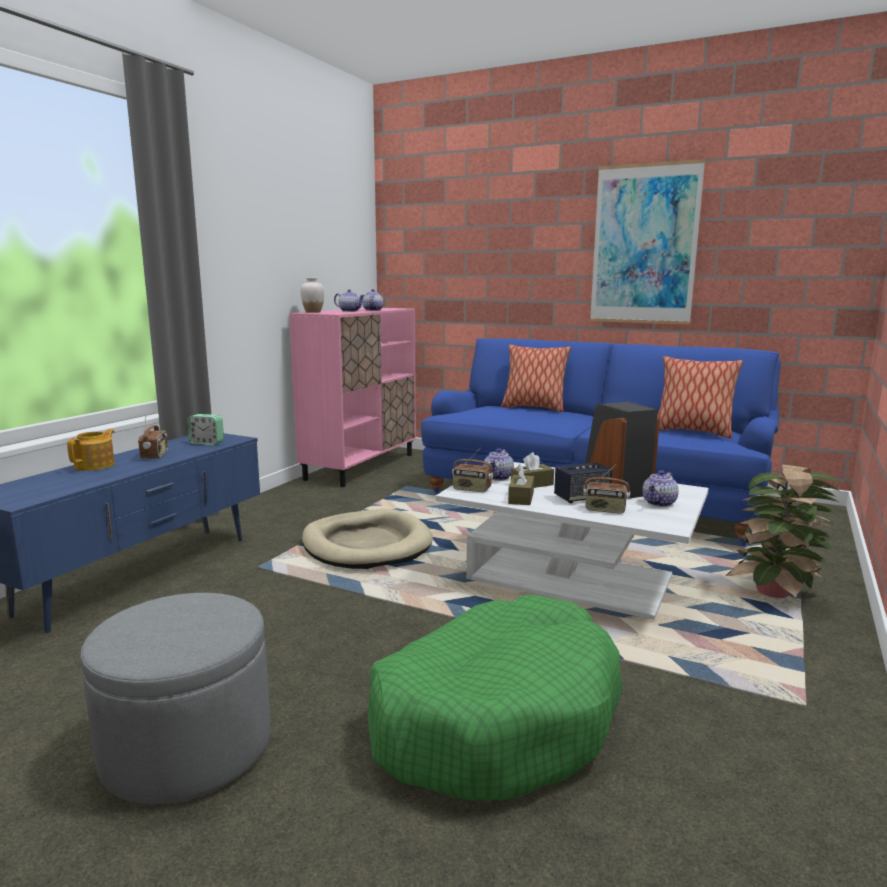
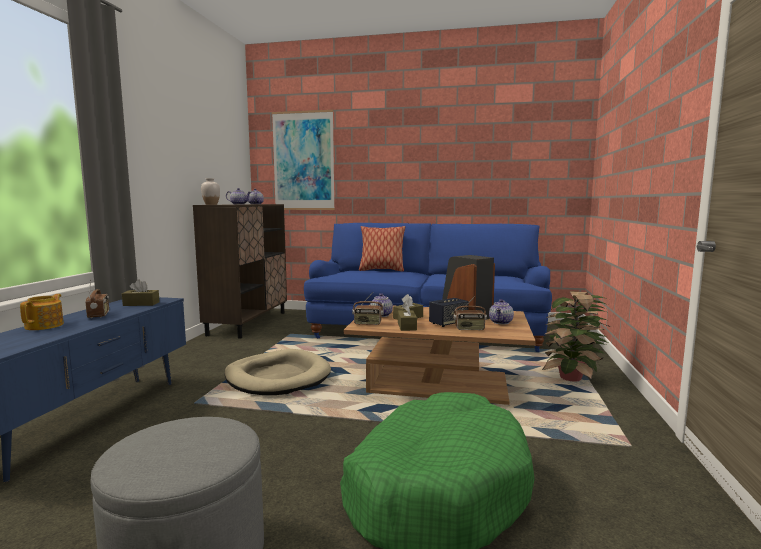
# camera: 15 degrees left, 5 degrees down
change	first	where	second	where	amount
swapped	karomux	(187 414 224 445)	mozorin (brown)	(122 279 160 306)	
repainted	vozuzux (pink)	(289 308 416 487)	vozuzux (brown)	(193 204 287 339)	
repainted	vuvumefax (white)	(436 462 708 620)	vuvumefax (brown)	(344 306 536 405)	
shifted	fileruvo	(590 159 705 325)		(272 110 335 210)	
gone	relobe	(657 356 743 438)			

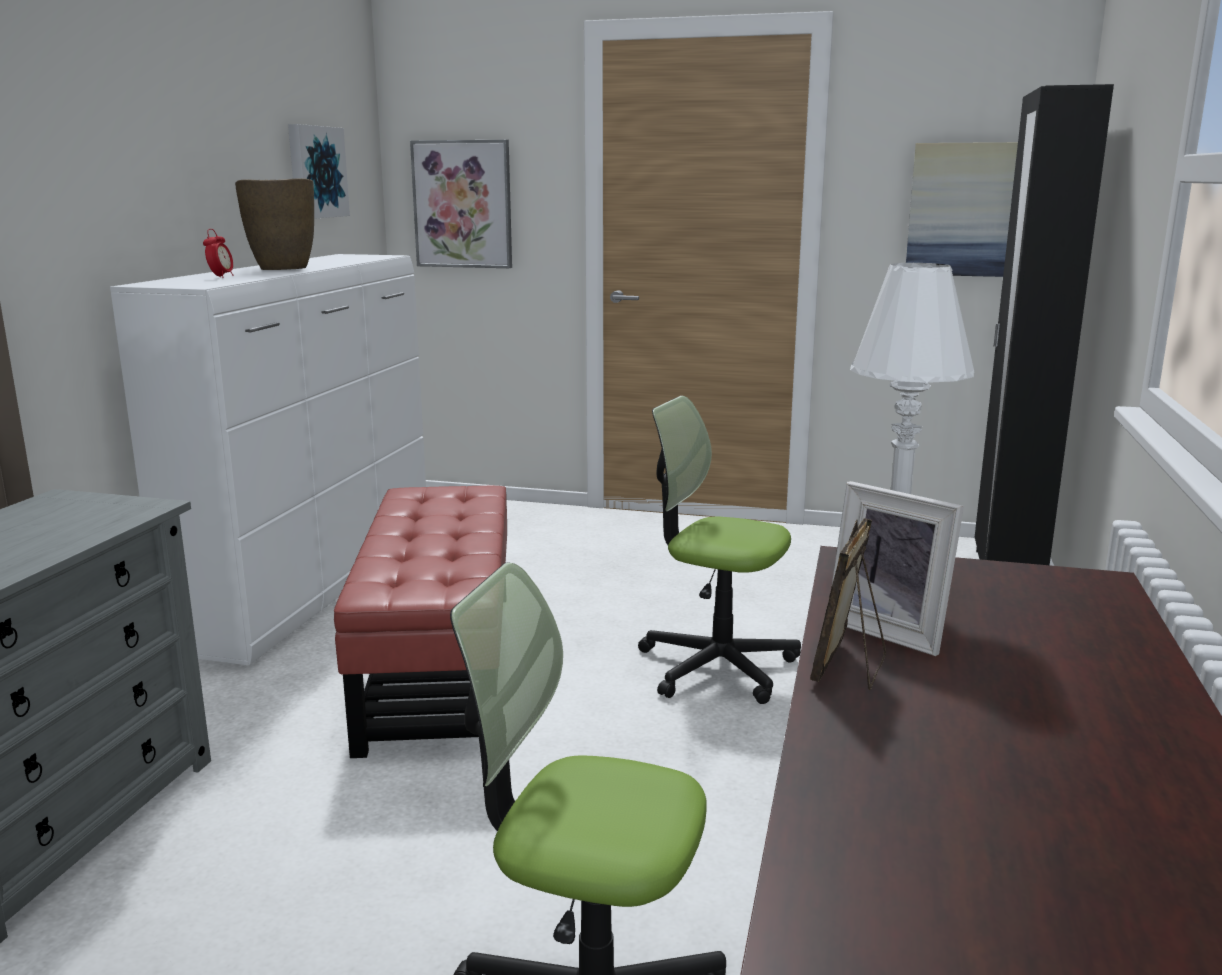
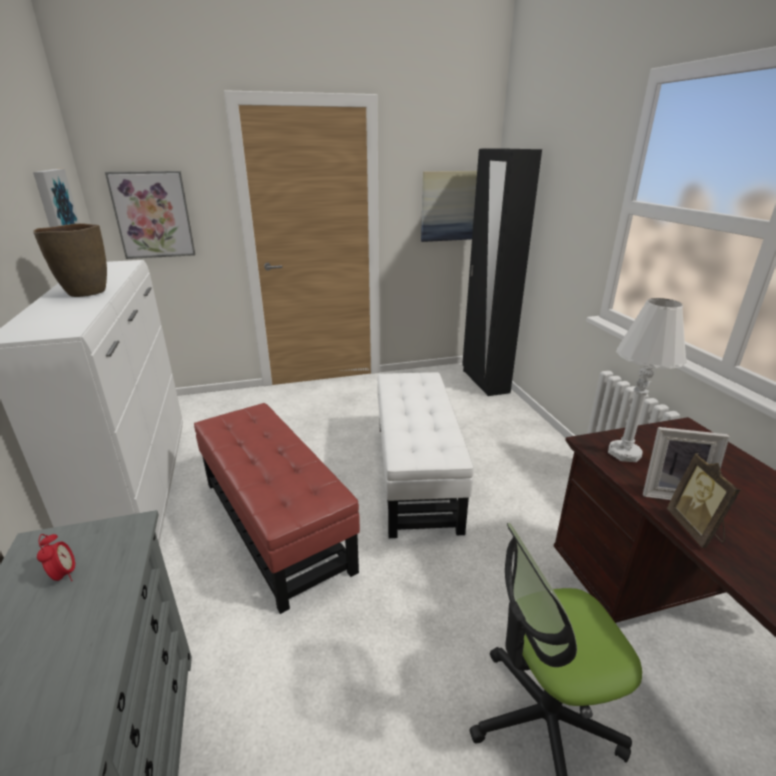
# camera: 30 degrees left, 10 degrees up
change	first	where	second	where	amount
shifted	karomux	(203 229 234 278)		(37 534 76 581)	
swapped	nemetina	(638 396 801 704)	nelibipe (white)	(378 372 474 538)	

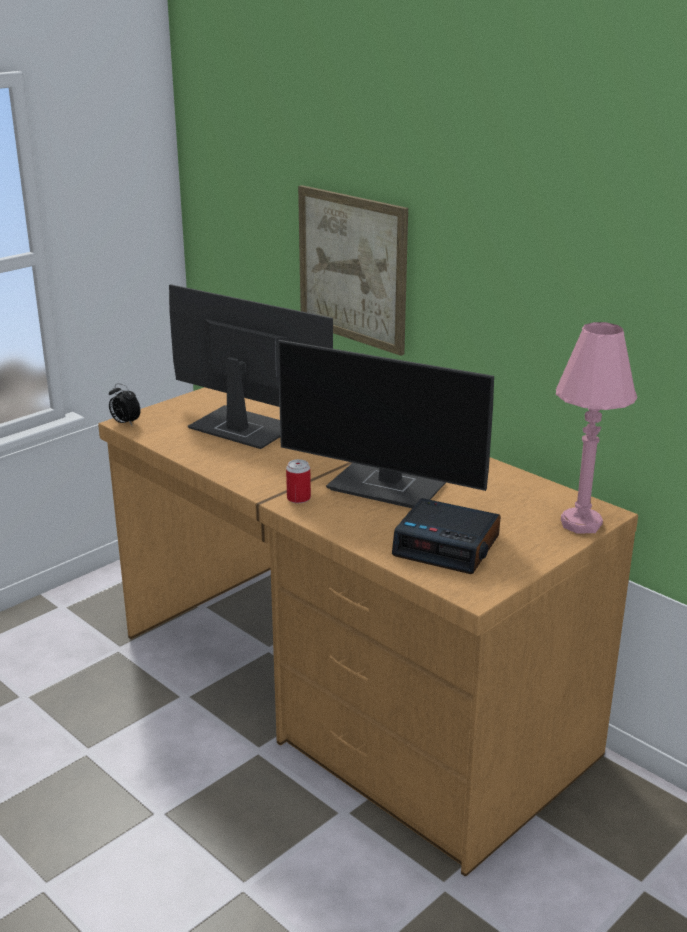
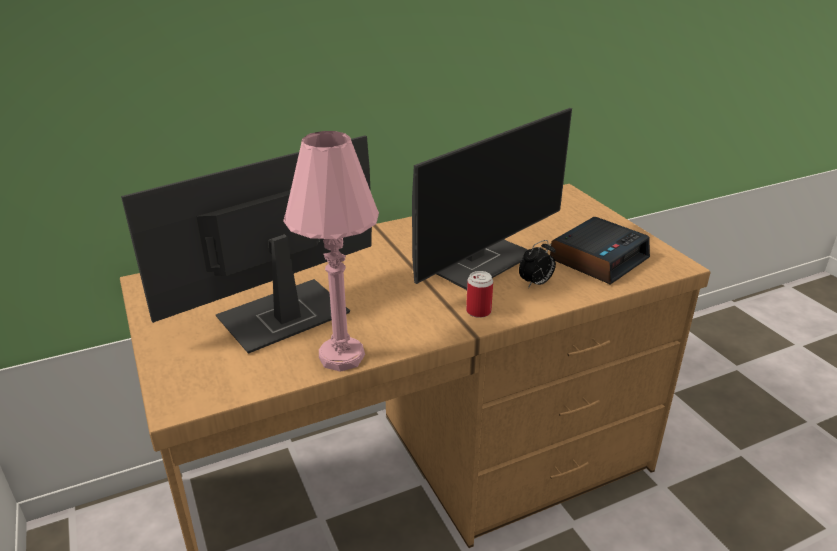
# camera: 70 degrees left, 5 degrees up
change	first	where	second	where	amount
shifted	karomux	(109 383 141 425)		(519 240 556 288)	
gone	fileruvo	(298 185 408 356)			
shifted	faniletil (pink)	(556 322 637 534)		(283 131 379 372)	

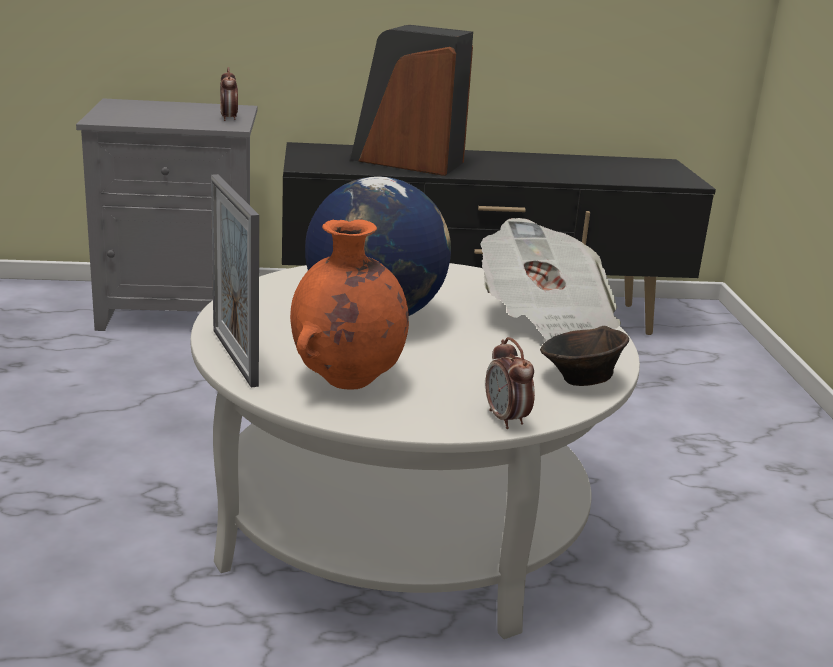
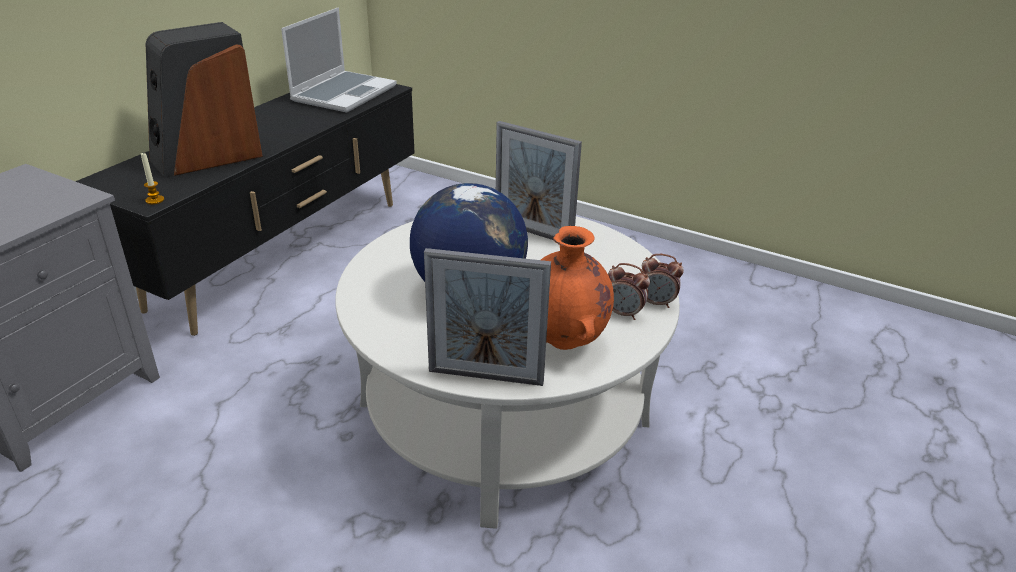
# camera: 55 degrees left, 10 degrees up
change	first	where	second	where	amount
shifted	karomux	(220 67 238 121)		(608 263 650 320)	
swapped	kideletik	(480 218 621 341)	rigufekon	(496 121 582 240)	
gone	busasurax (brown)	(540 326 629 386)			
new			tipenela	(141 153 164 204)	
new			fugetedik	(281 7 396 113)	

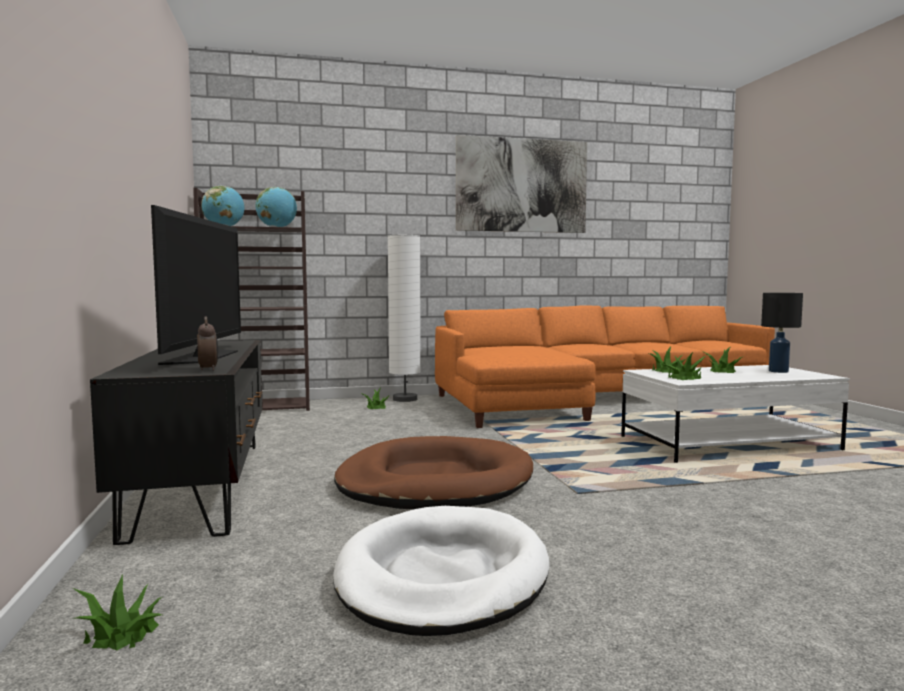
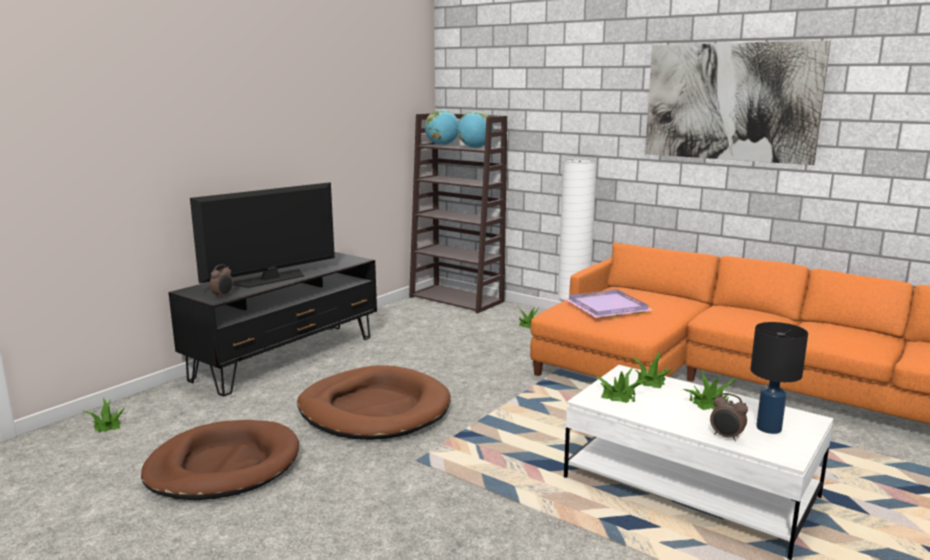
# camera: 50 degrees right, 10 degrees up
change	first	where	second	where	amount
repainted	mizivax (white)	(333 506 550 636)	mizivax (brown)	(141 420 299 500)	
new			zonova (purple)	(564 290 653 318)	
new			karomux	(710 393 748 441)	

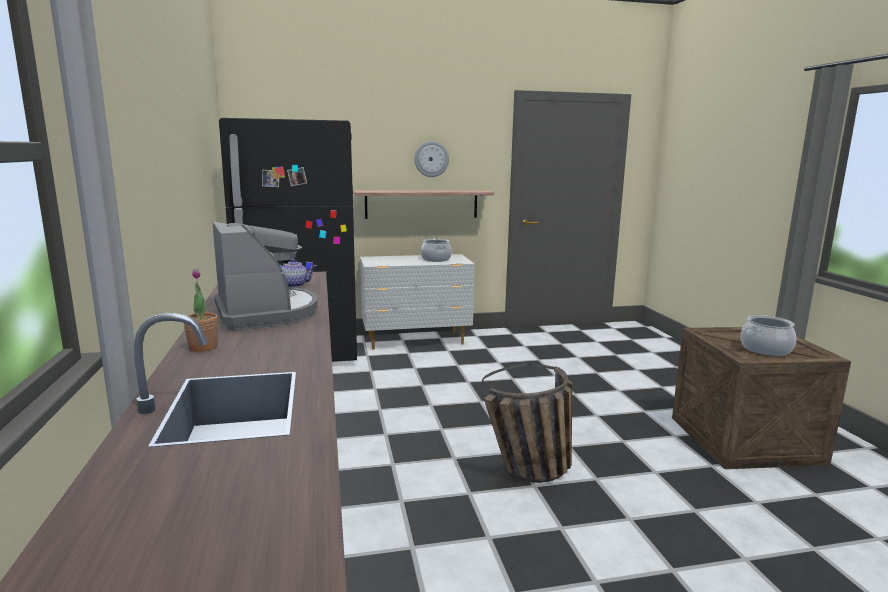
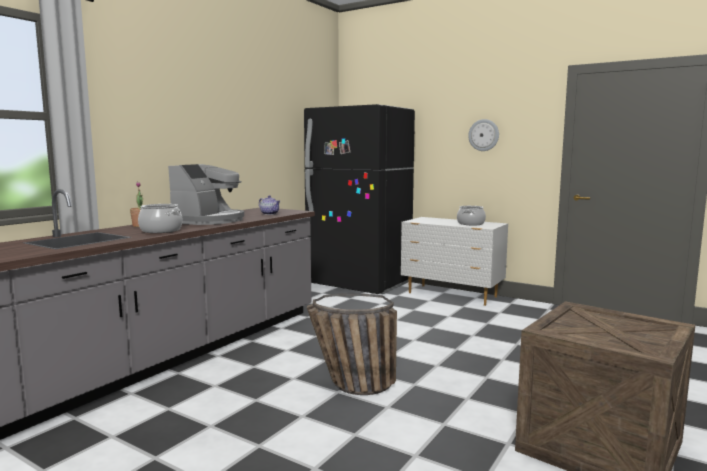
# camera: 45 degrees right, 5 degrees down
change	first	where	second	where	amount
gone	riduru	(354 190 494 219)			
shifted	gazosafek	(740 315 796 356)		(138 204 183 233)	

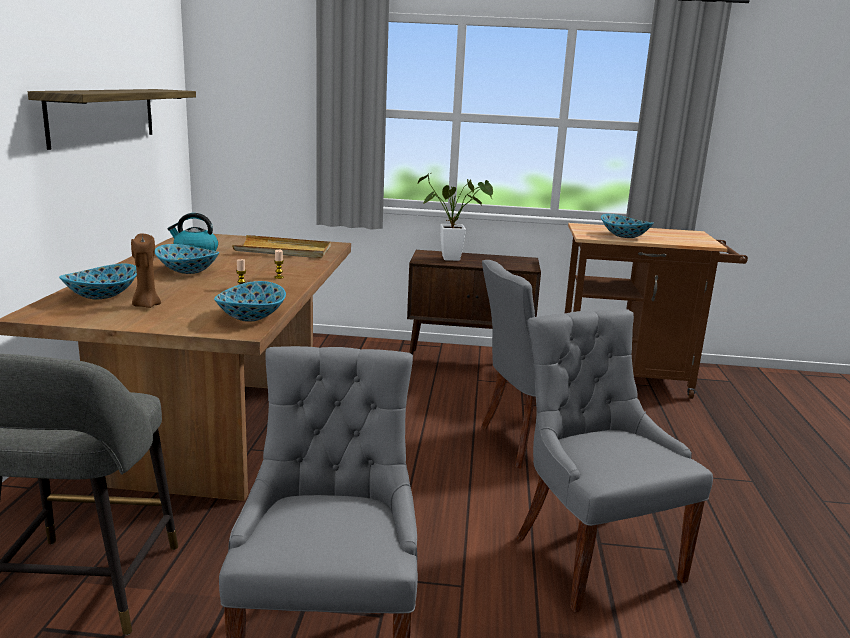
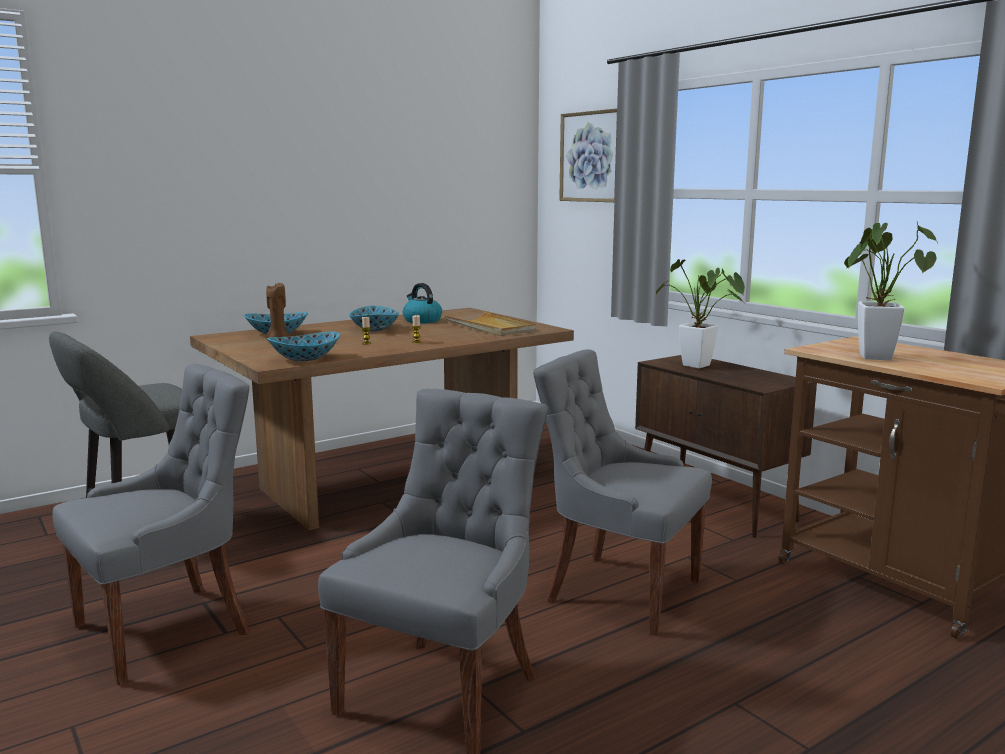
# camera: 50 degrees right, 5 degrees down
change	first	where	second	where	amount
gone	riduru	(28 89 196 150)			
swapped	busasurax	(601 214 654 238)	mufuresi	(844 222 937 360)	
new			fileruvo	(559 108 617 202)	

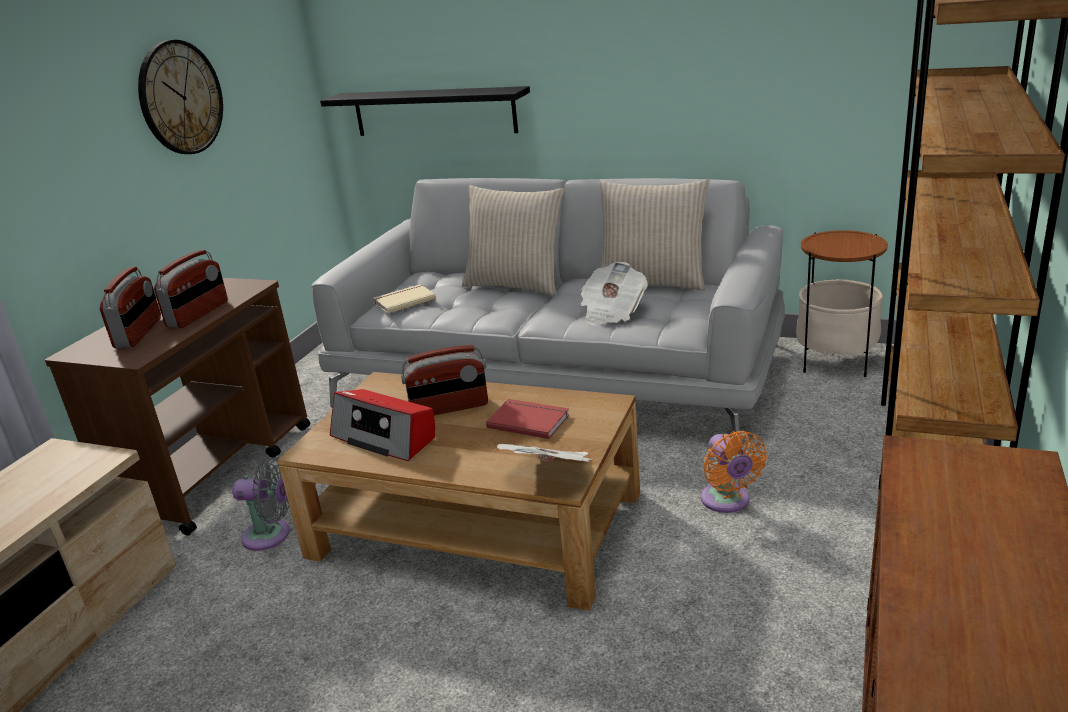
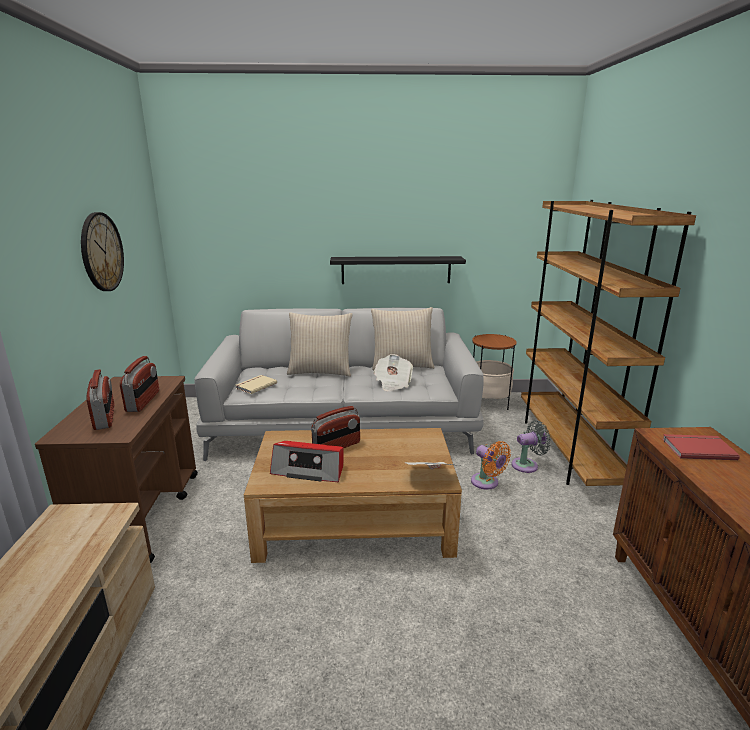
# camera: 25 degrees left, 5 degrees down
change	first	where	second	where	amount
shifted	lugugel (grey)	(232 457 290 551)		(512 420 551 473)	
shifted	riduru (black)	(320 86 530 136)		(330 256 466 284)	
shifted	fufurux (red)	(486 399 570 439)		(662 434 740 460)	

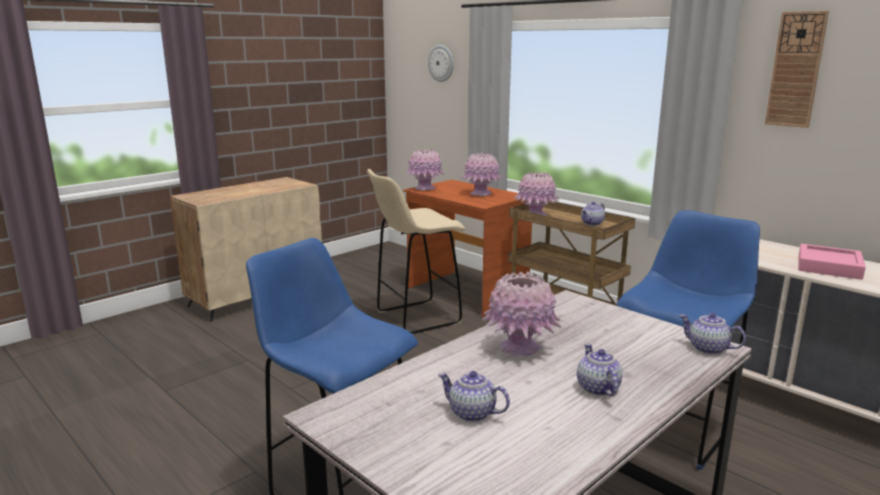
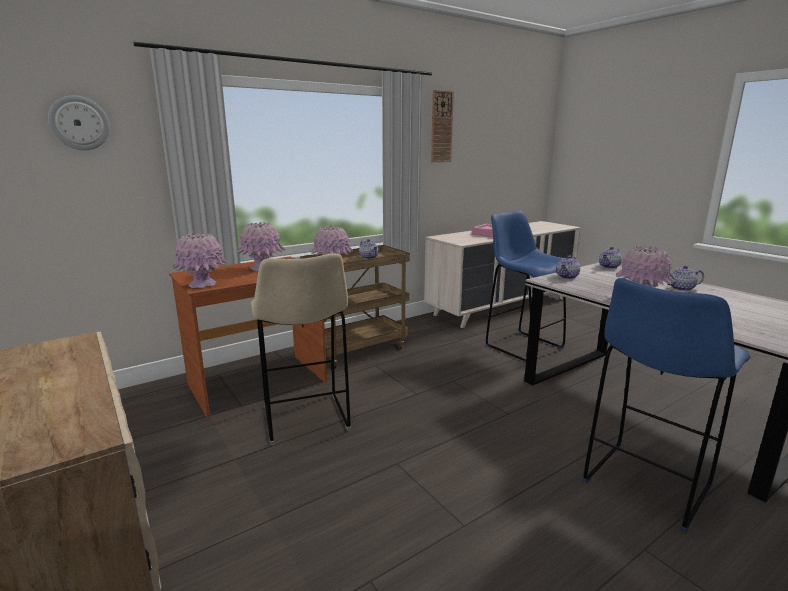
# camera: 80 degrees left, 0 degrees up
change	first	where	second	where	amount
shifted	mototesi	(438 371 510 422)		(556 255 580 279)	

